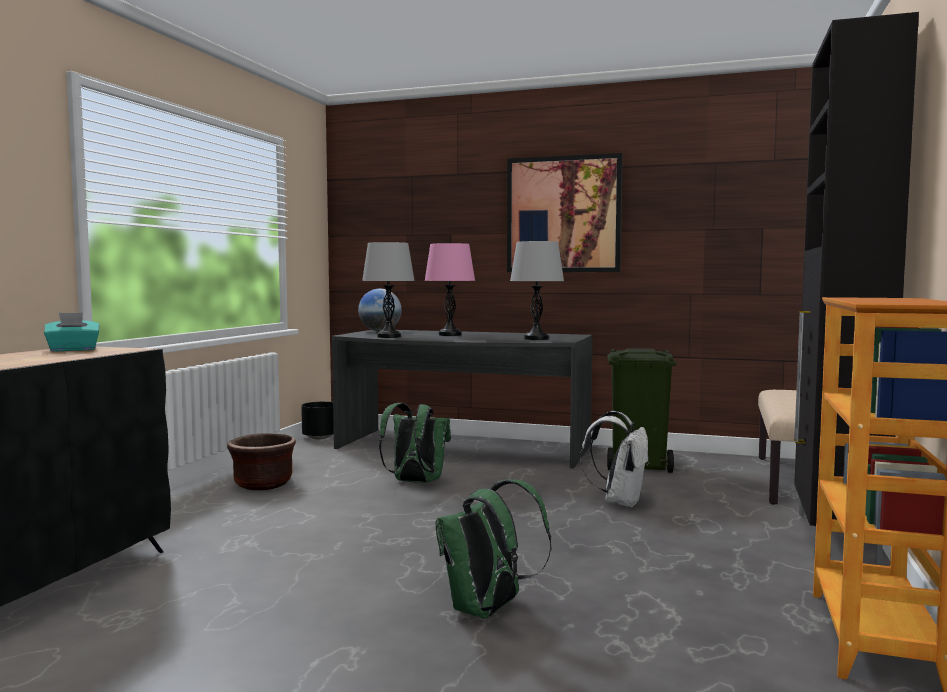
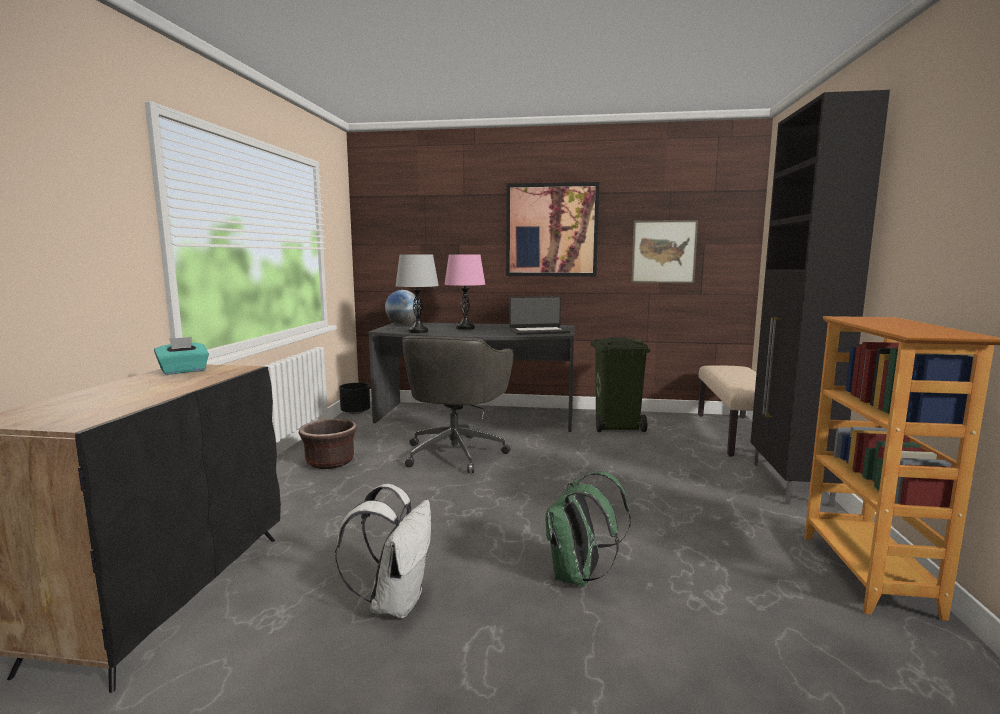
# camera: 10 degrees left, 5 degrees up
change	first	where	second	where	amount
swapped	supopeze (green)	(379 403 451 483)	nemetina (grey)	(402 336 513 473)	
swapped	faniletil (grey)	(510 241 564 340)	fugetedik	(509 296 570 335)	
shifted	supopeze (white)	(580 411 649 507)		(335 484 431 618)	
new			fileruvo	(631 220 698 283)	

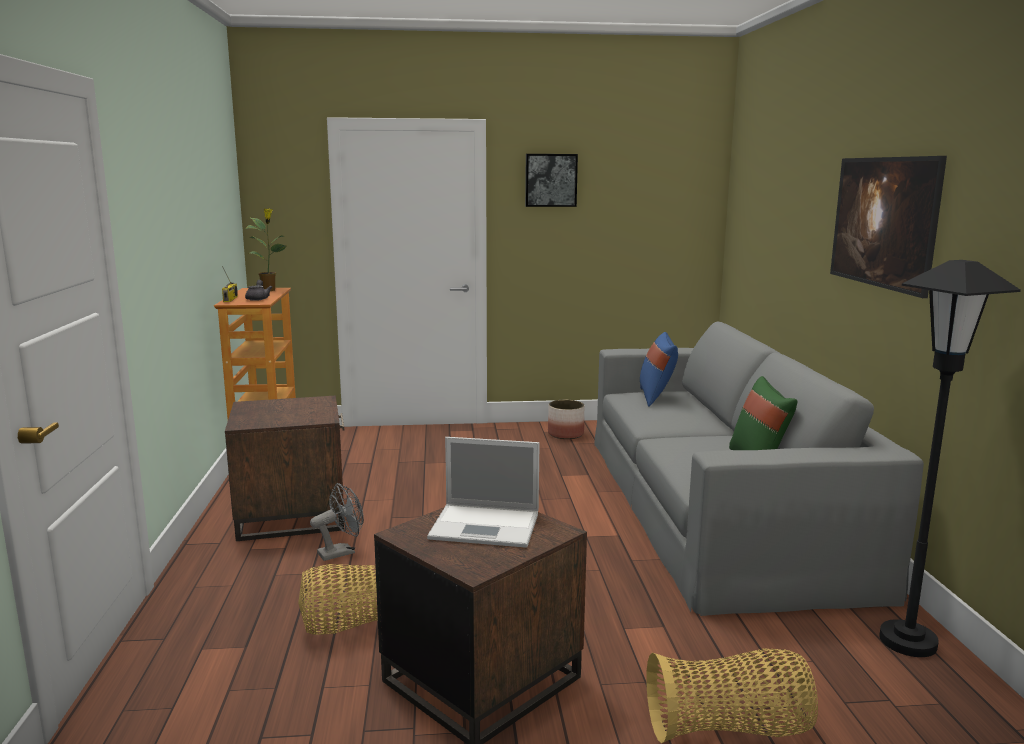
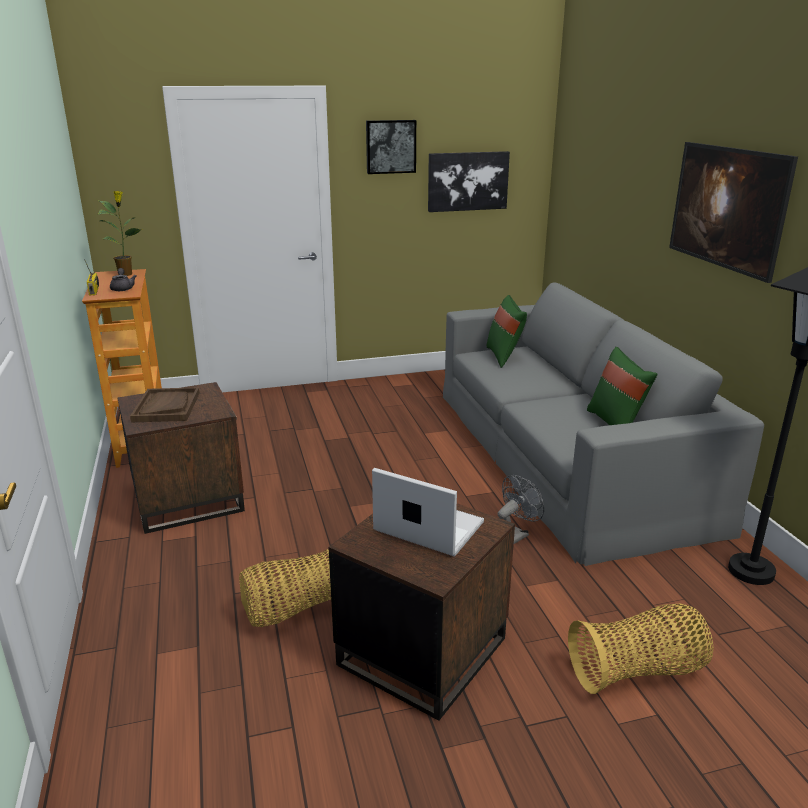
# camera: 10 degrees left, 10 degrees up
change	first	where	second	where	amount
shifted	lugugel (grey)	(310 483 364 561)		(498 475 544 544)	
rotated	fugetedik	(427 437 540 548)		(372 468 484 557)	150 degrees counterclockwise
gone	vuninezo	(548 400 584 439)			
repainted	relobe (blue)	(640 332 678 407)	relobe (green)	(487 295 527 368)	
new			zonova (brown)	(130 387 200 422)	
new			fileruvo	(428 151 510 212)	

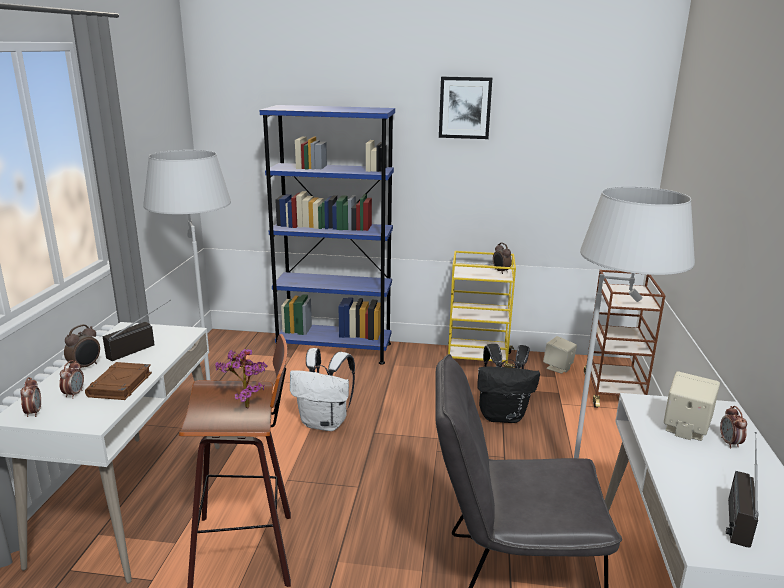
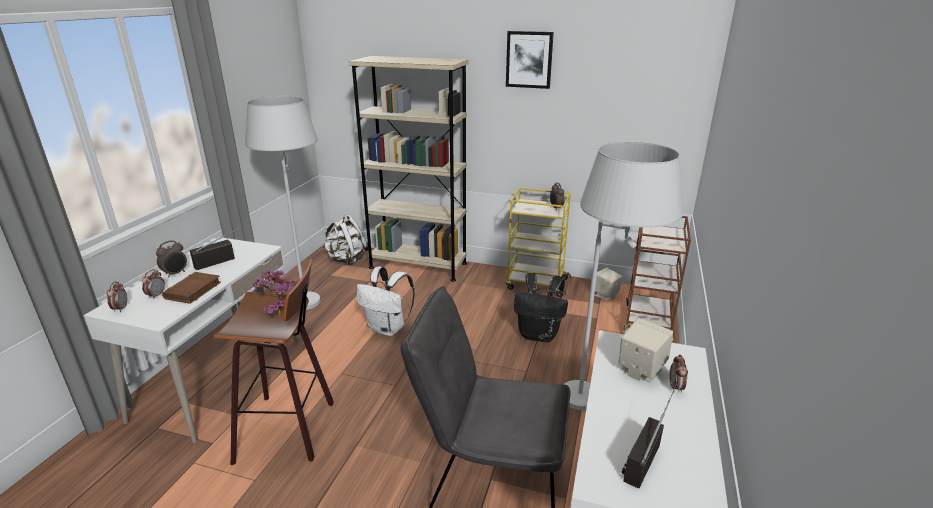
# camera: 10 degrees right, 5 degrees up
change	first	where	second	where	amount
repainted	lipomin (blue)	(260 105 395 365)	lipomin (beige)	(349 56 468 282)	
new			supopeze (white)	(323 214 368 266)	

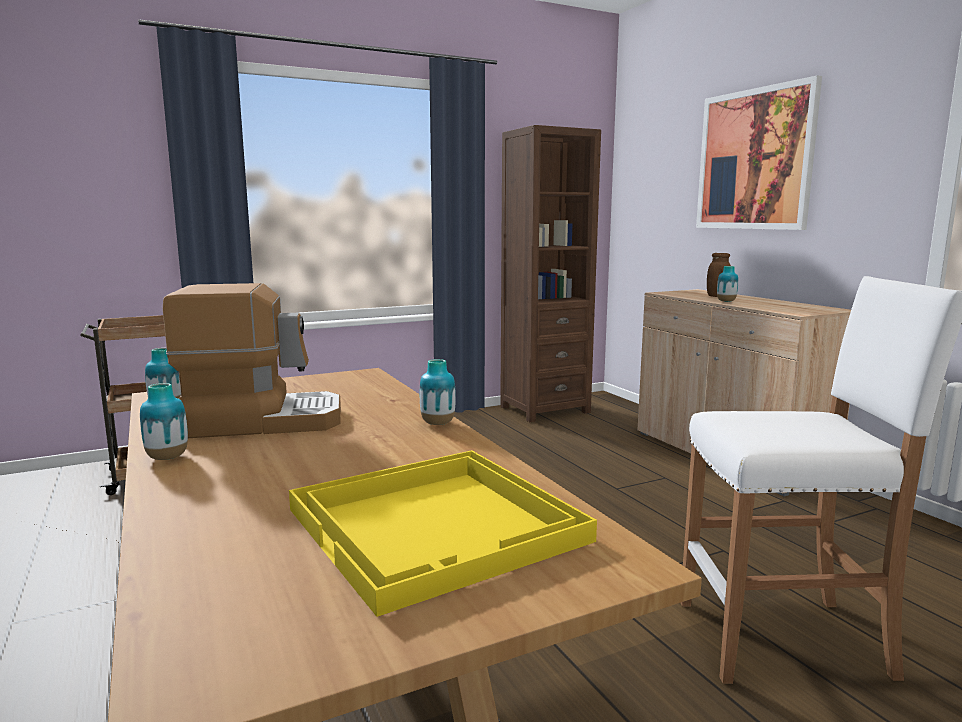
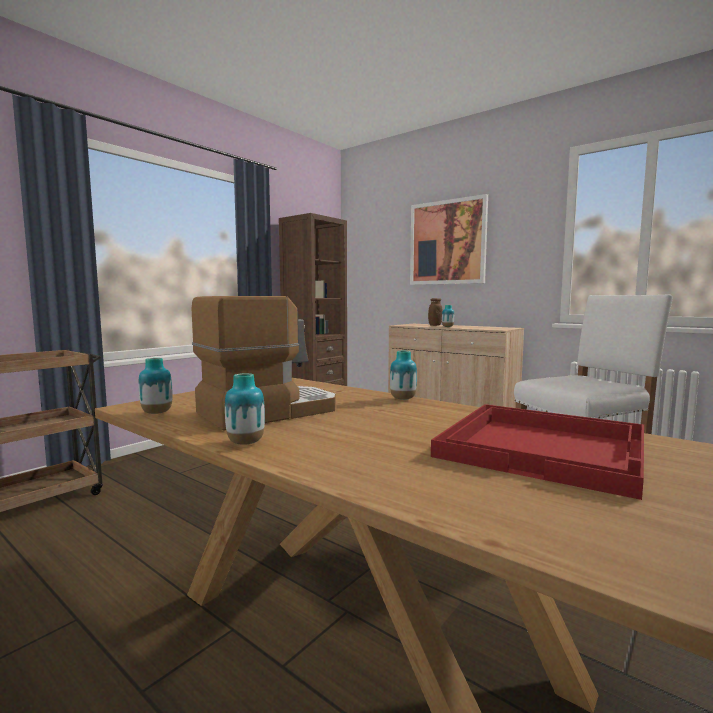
# camera: 25 degrees left, 5 degrees down
change	first	where	second	where	amount
repainted	zonova (yellow)	(289 450 597 617)	zonova (red)	(431 404 644 500)	

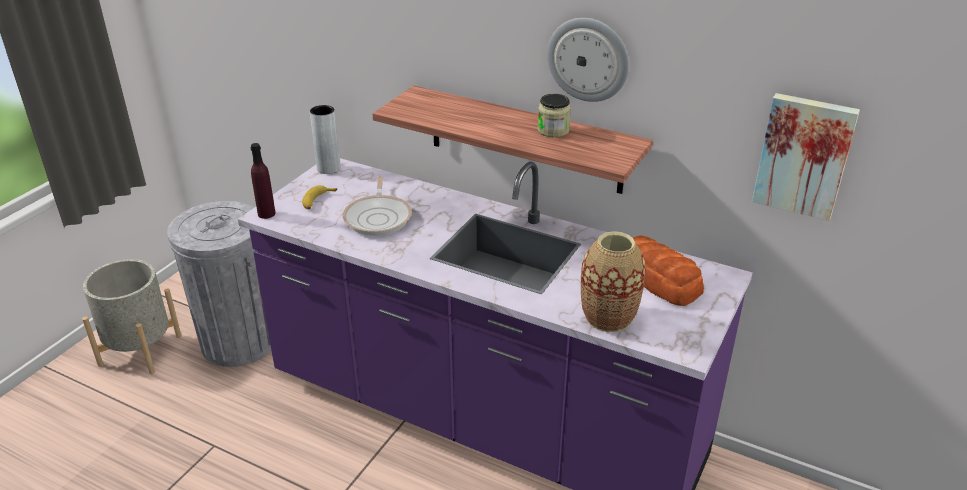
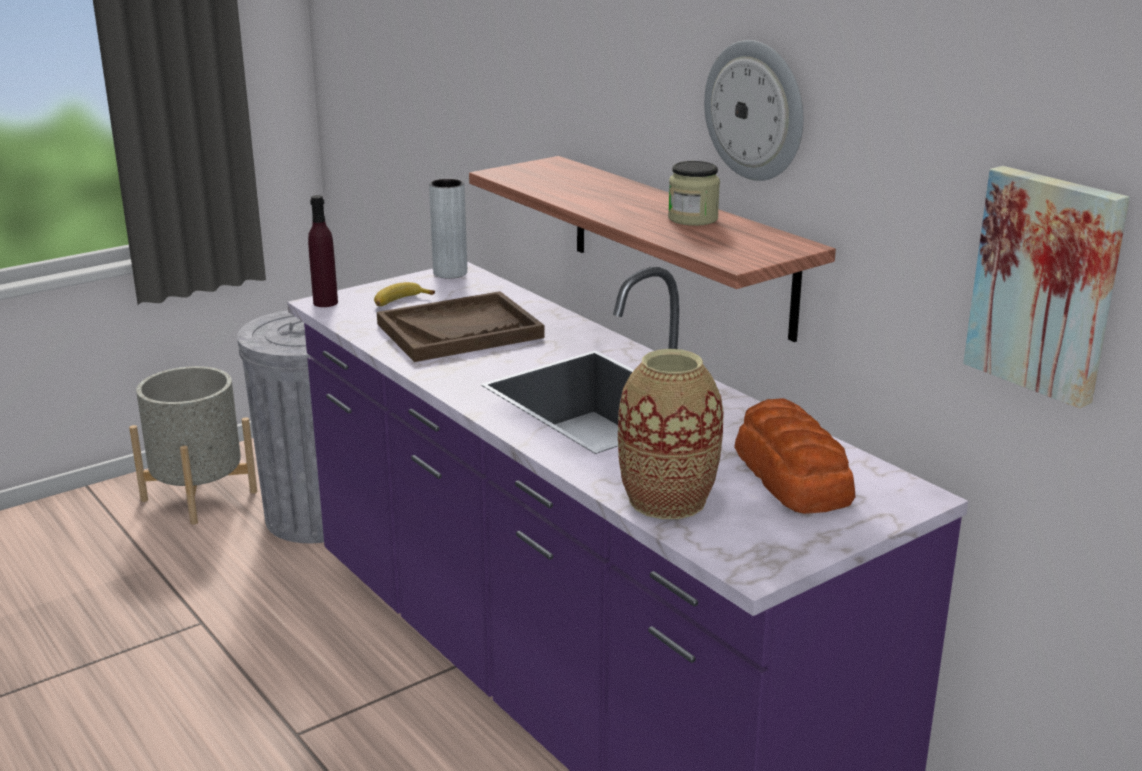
# camera: 25 degrees right, 10 degrees down
change	first	where	second	where	amount
swapped	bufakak	(343 176 412 236)	zonova (brown)	(377 291 545 362)	

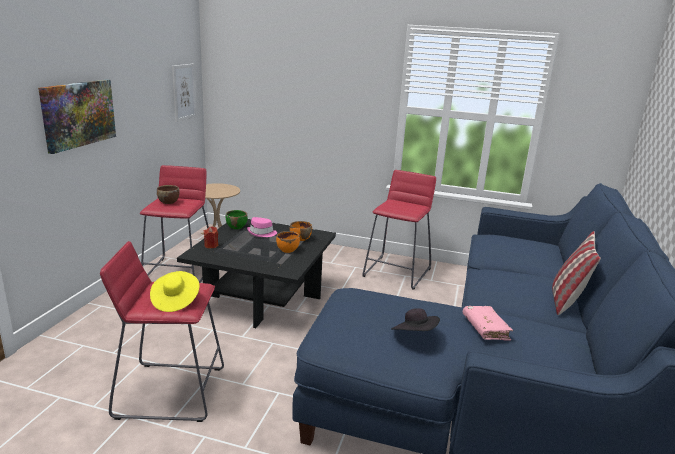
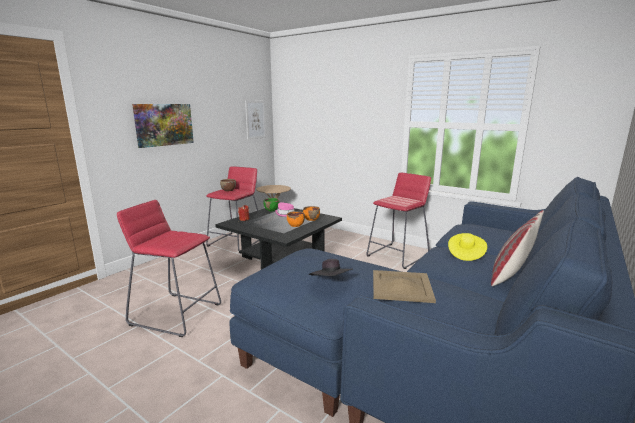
# camera: 20 degrees right, 5 degrees down
change	first	where	second	where	amount
shifted	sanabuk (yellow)	(150 271 200 312)		(448 233 487 261)	
swapped	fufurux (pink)	(463 306 513 341)	zonova (beige)	(373 270 436 303)	

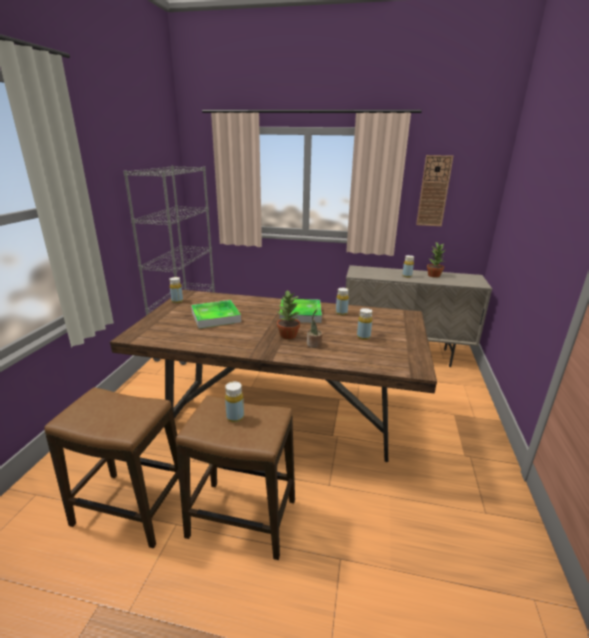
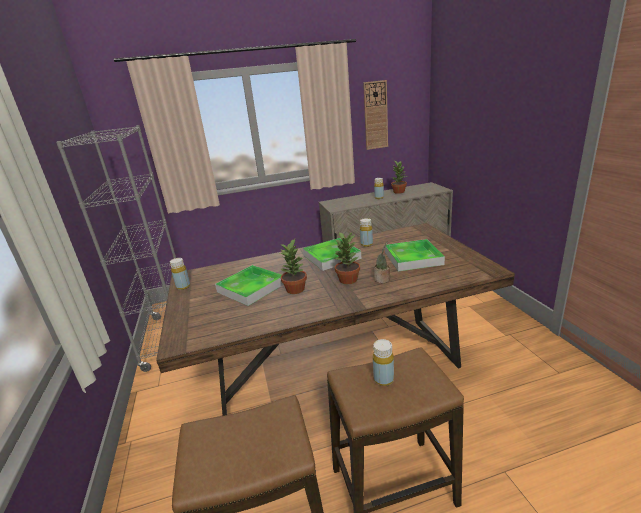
# camera: 25 degrees left, 0 degrees up
change	first	where	second	where	amount
swapped	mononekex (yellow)	(357 308 372 340)	zonova	(385 239 445 272)	
new			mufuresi	(280 239 307 294)	

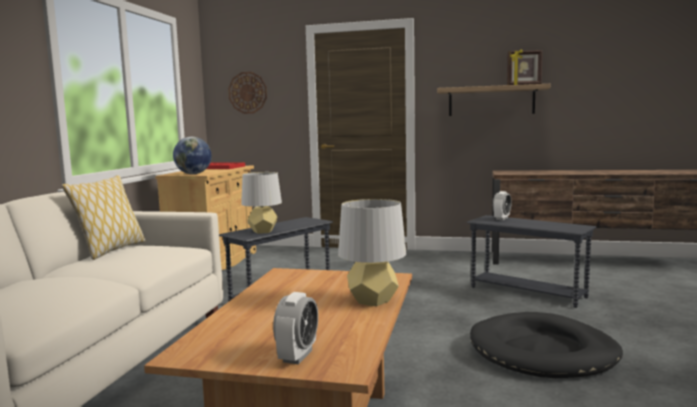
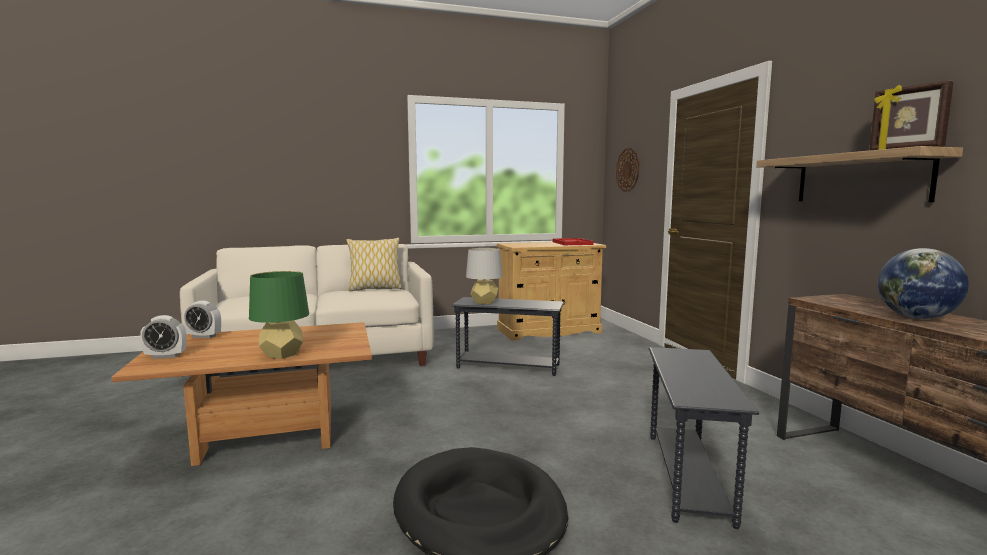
# camera: 60 degrees right, 0 degrees up
change	first	where	second	where	amount
shifted	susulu	(173 137 212 174)		(878 248 969 319)	
repainted	faniletil (grey)	(338 199 406 306)	faniletil (green)	(249 271 309 359)	
shifted	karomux	(493 191 512 220)		(184 301 221 338)	

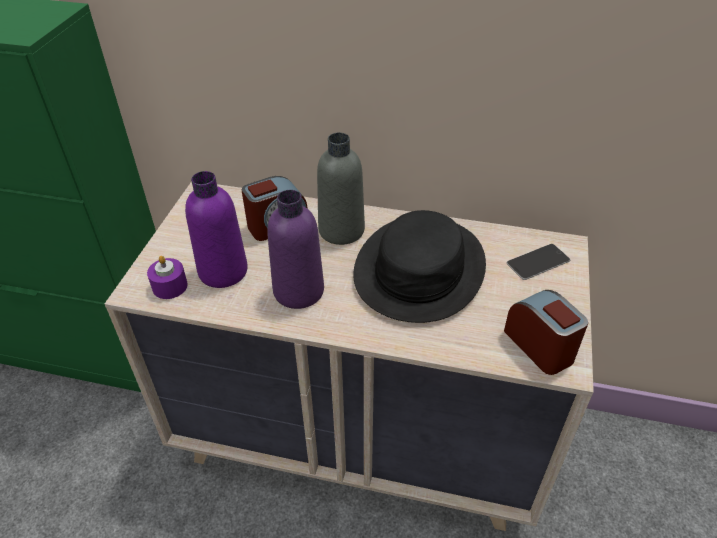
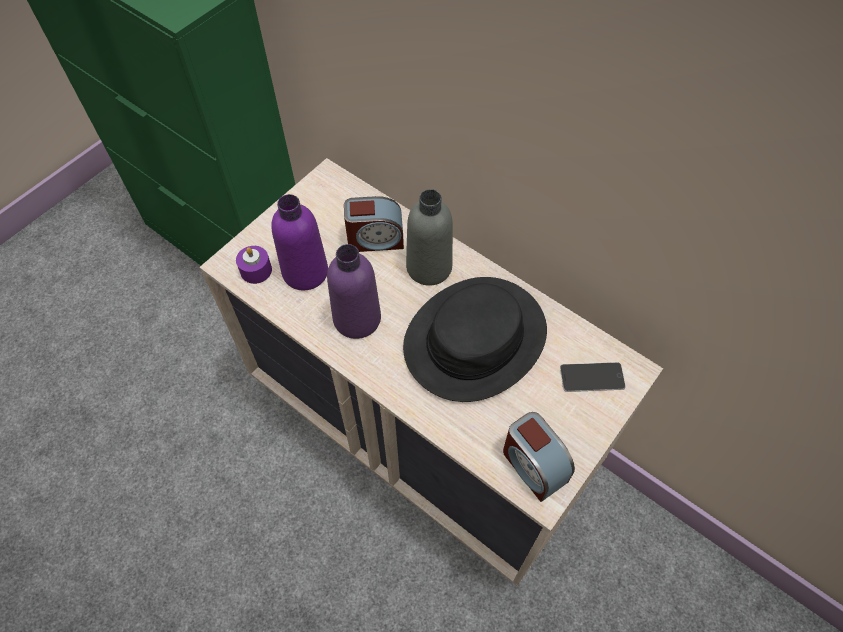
# camera: 25 degrees right, 15 degrees up
change	first	where	second	where	amount
rotated	karomux	(504 290 588 375)		(503 412 575 502)	150 degrees clockwise

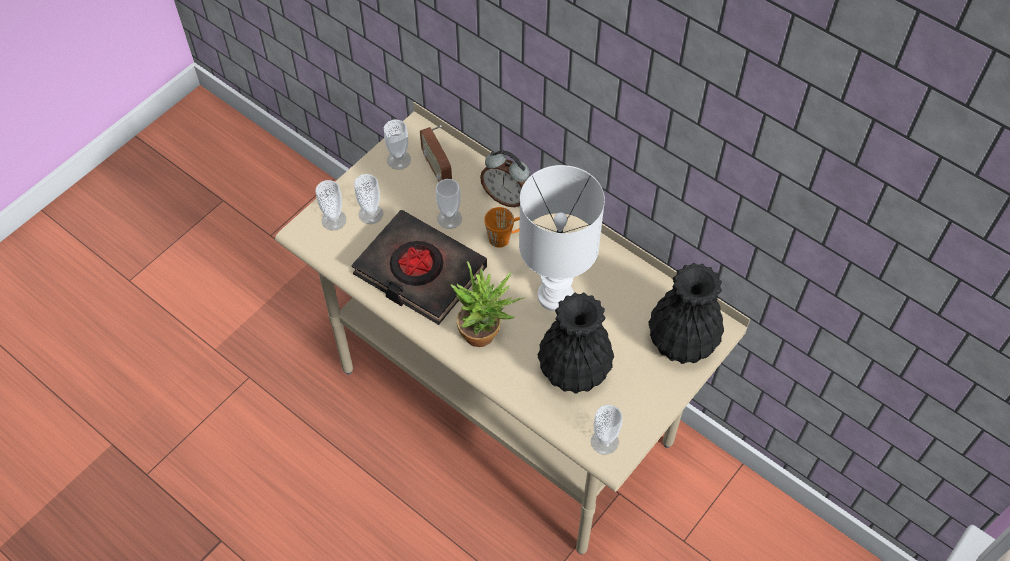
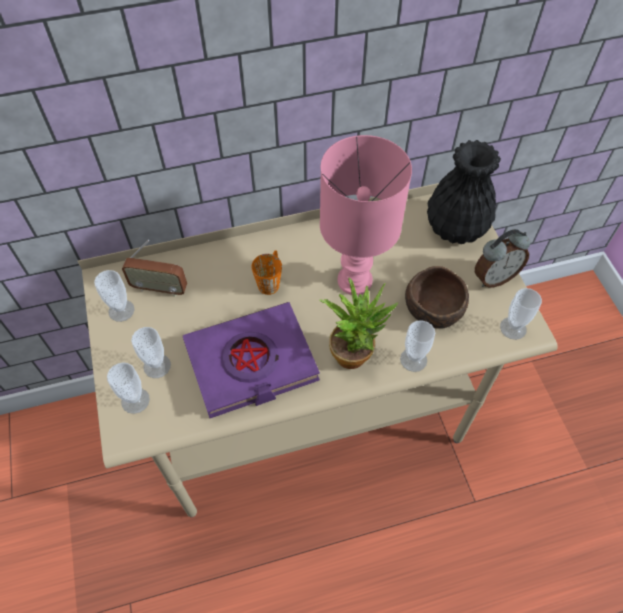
# camera: 55 degrees left, 0 degrees up
change	first	where	second	where	amount
repainted	fufurux (black)	(351 210 487 325)	fufurux (purple)	(183 302 320 418)	
shifted	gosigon	(436 179 462 229)		(400 320 435 372)	
shifted	karomux	(480 150 530 207)		(475 229 530 288)	
repainted	faniletil (white)	(519 165 605 311)	faniletil (pink)	(320 135 412 295)	
swapped	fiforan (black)	(538 292 614 393)	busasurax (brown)	(405 266 469 329)	

